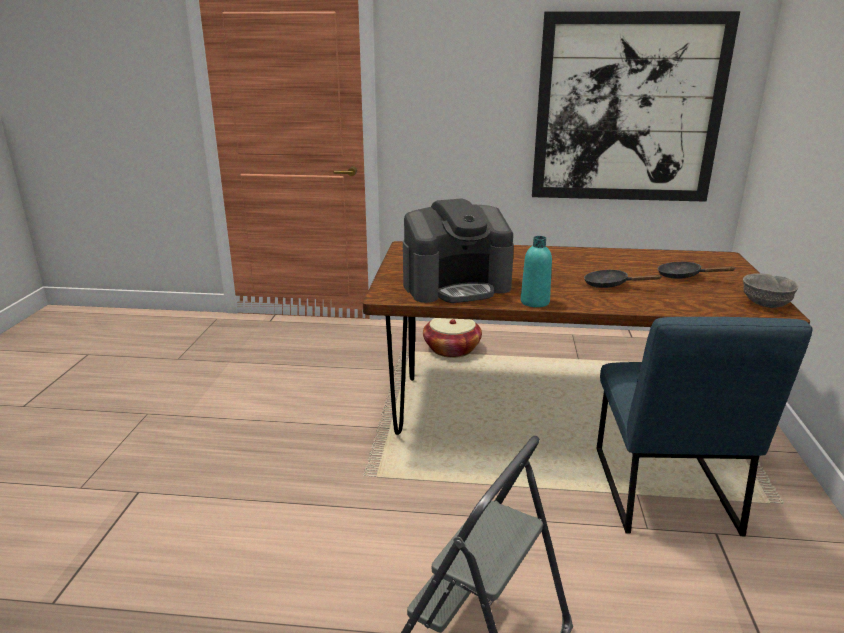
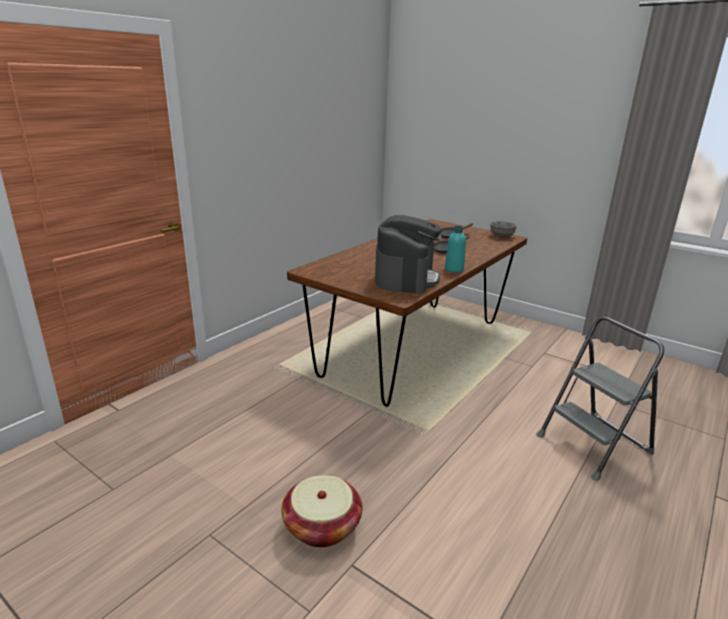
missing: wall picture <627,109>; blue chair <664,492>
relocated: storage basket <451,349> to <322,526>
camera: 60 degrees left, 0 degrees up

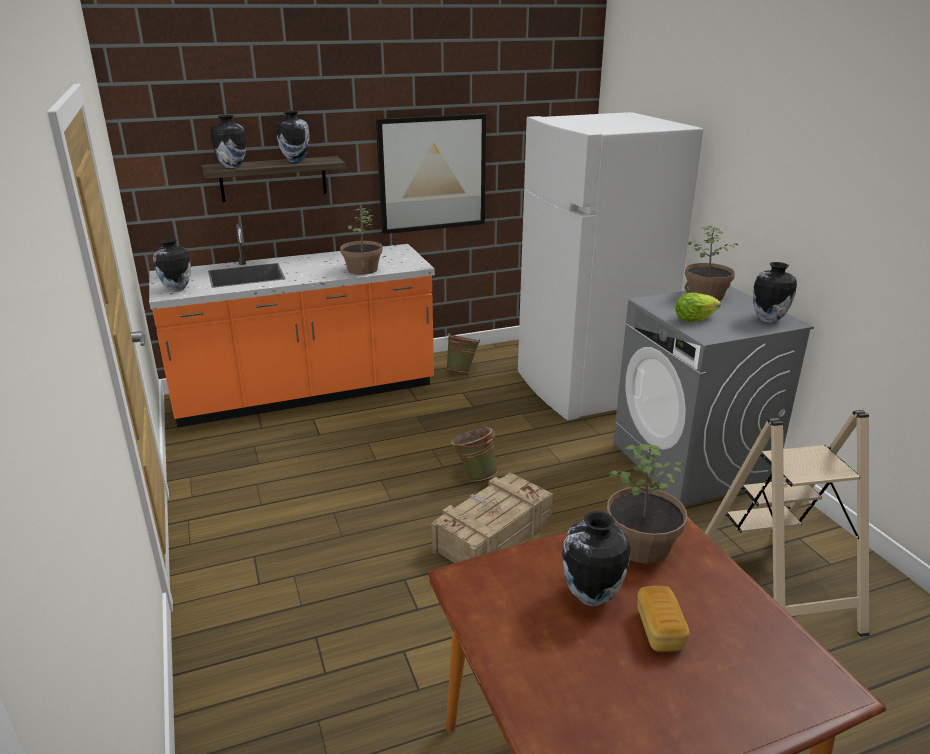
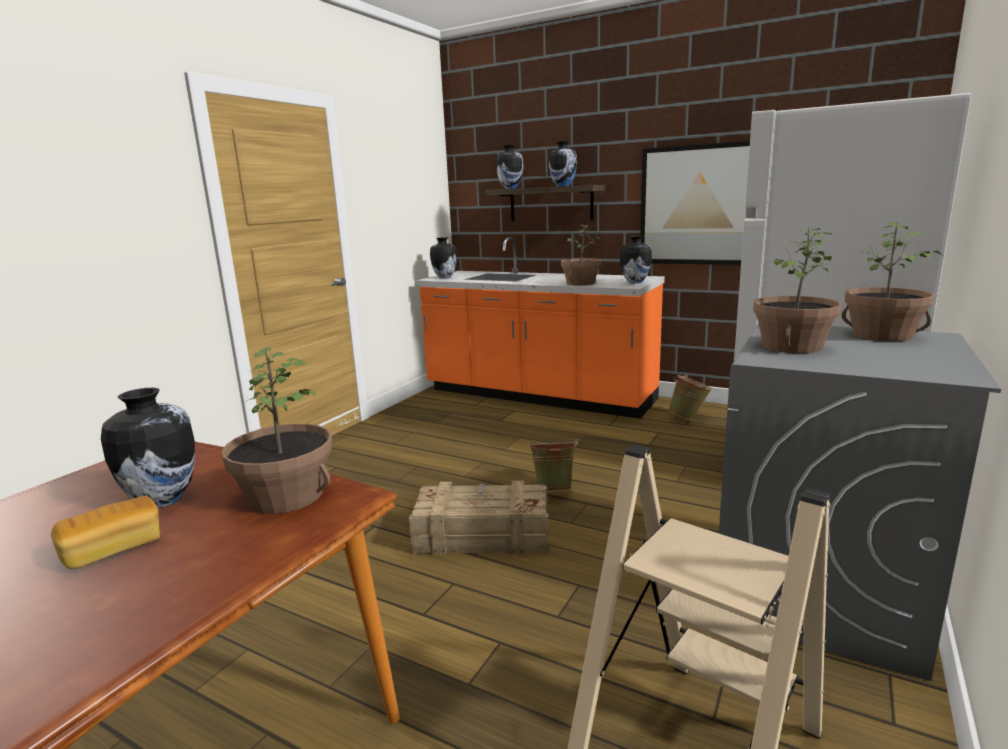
relocated: decorative vase <767,319> to <635,282>
exchanged: head of lettuce <693,319> to houseplant <790,346>
camera: 50 degrees right, 10 degrees down

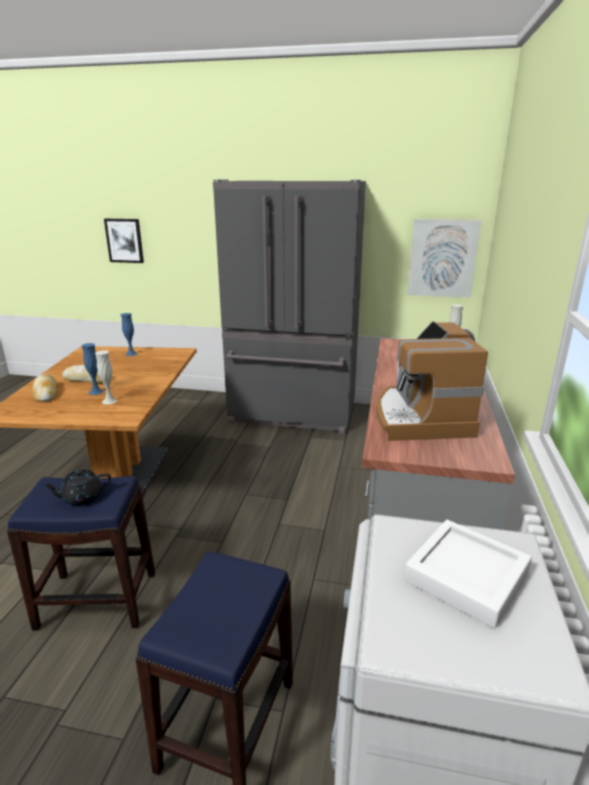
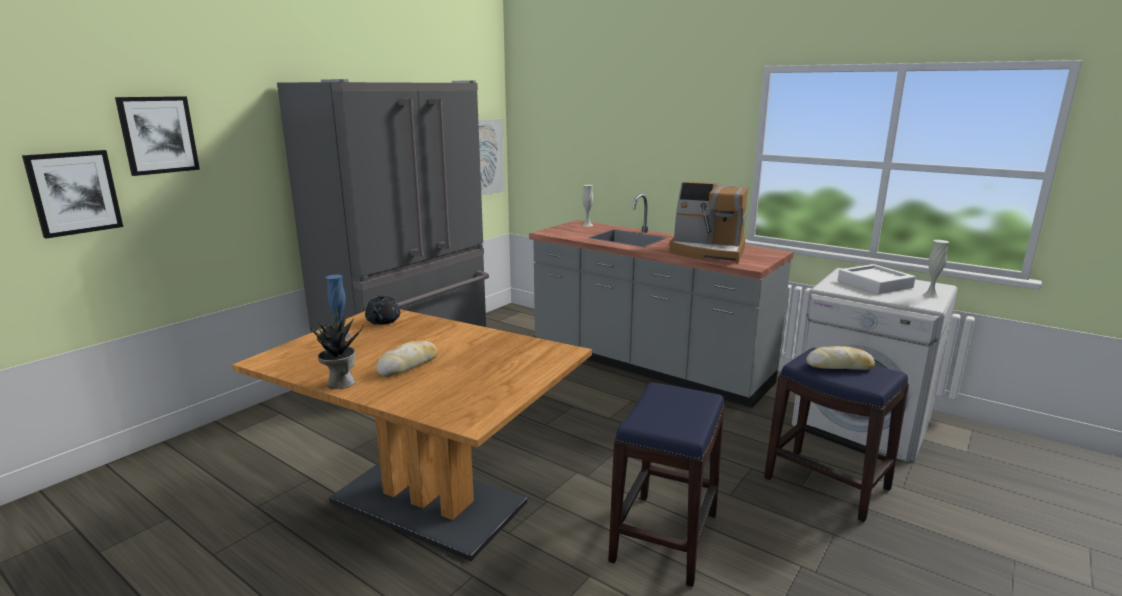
missing: blue decorative vase <96,392>
appeared: wall picture <158,135>; houseplant <339,383>
relocated: whitish decorative vase <109,401> to <930,296>; baked bread <45,392> to <839,366>; black-coloured tea pot <81,497> to <383,321>
camera: 65 degrees left, 5 degrees down

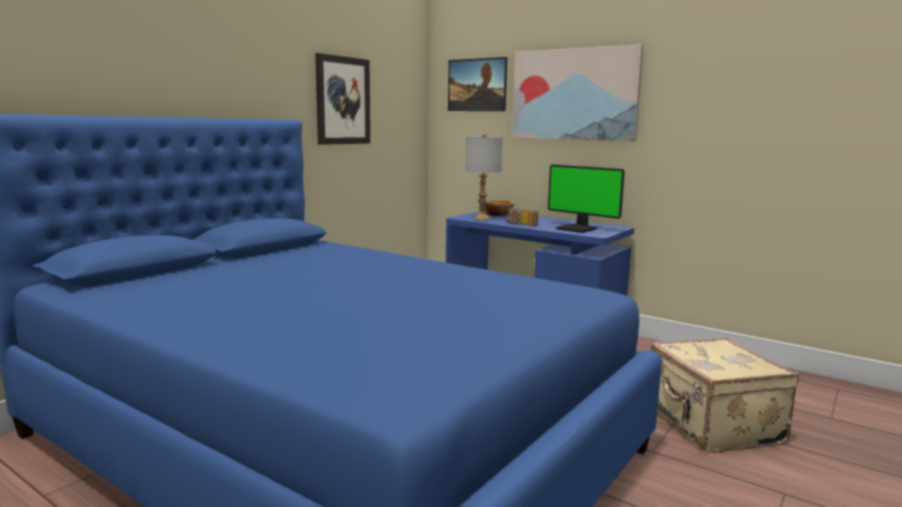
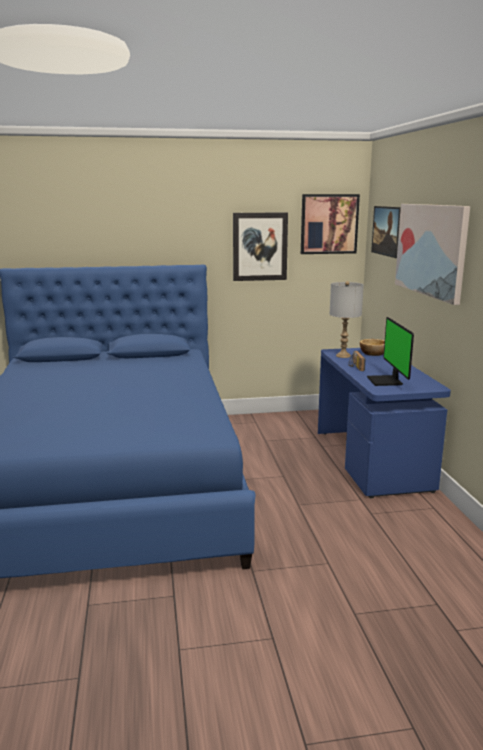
missing: sand-coloured piece of luggage <711,425>
appeared: wall picture <329,224>
camera: 45 degrees right, 5 degrees up

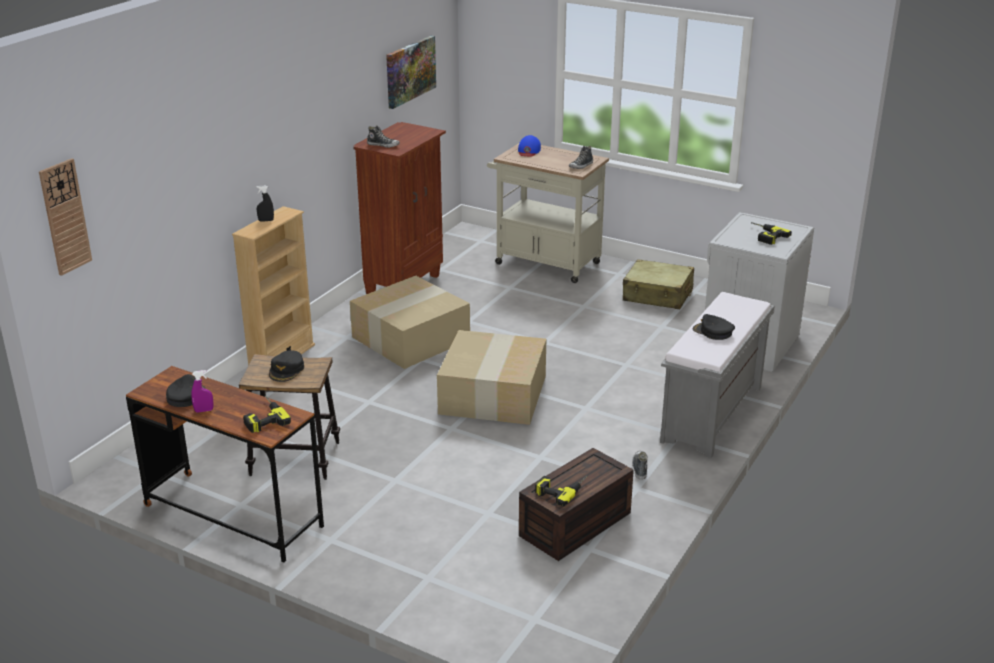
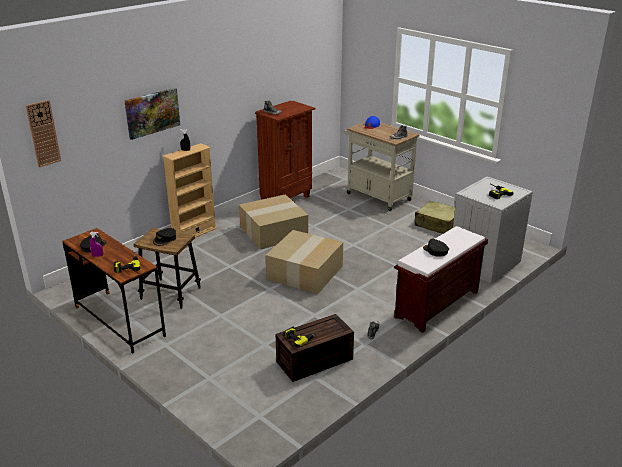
relocated: wall picture <410,71> to <152,112>
colour: greyish bench <712,415> to brown bench <436,305>
camera: 15 degrees right, 0 degrees up

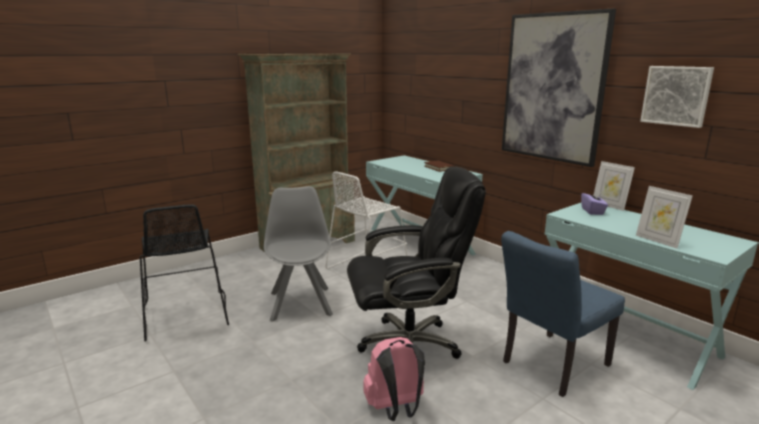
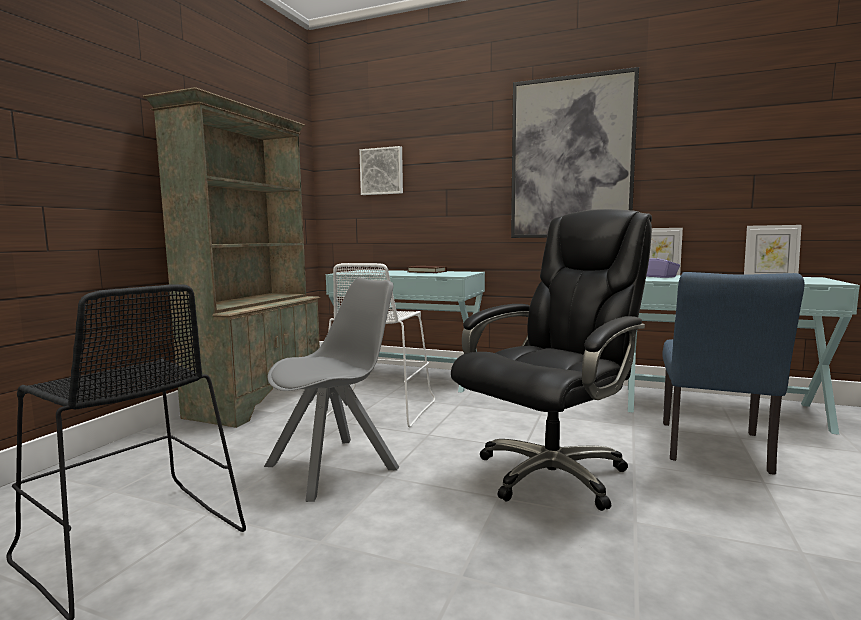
missing: pinkish backpack <395,409>
relocated: wall picture <676,95> to <382,171>
spun: greyish chair <301,302> = <335,466> 90 degrees clockwise
camera: 30 degrees left, 10 degrees down

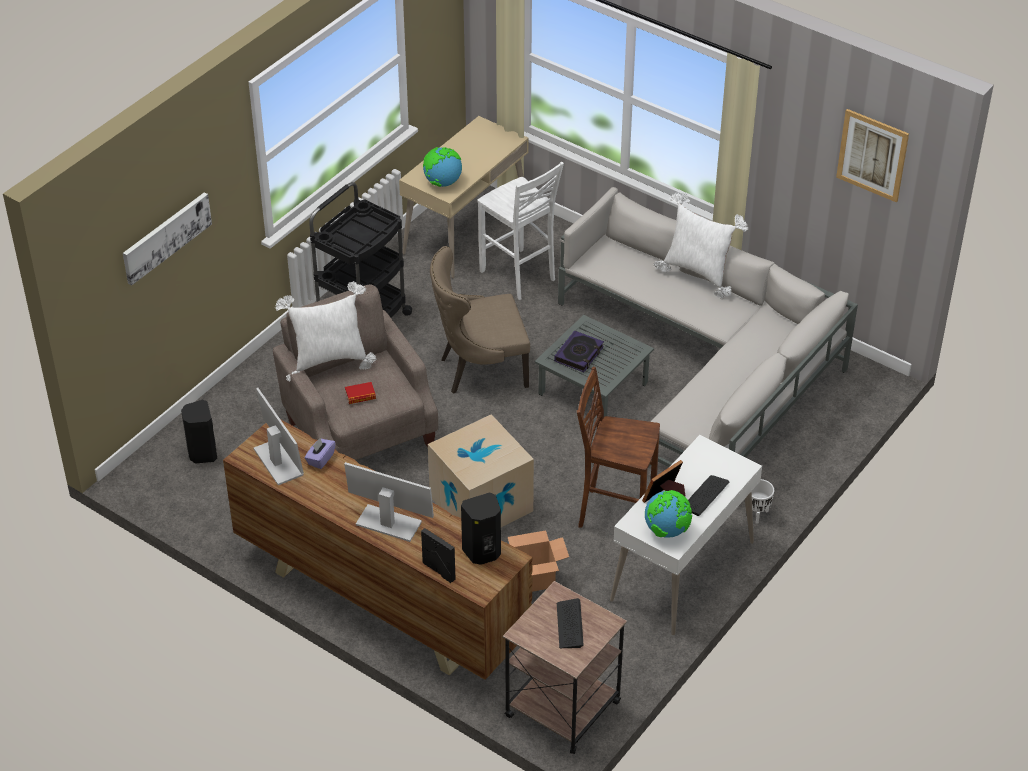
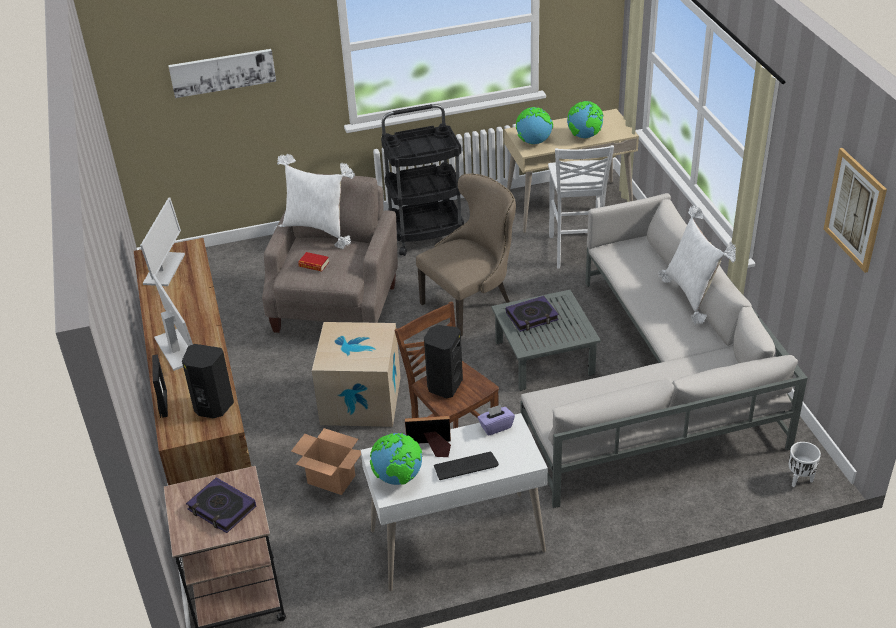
appeared: desk globe <585,136>
relocated: black-coloured speaker <202,453> to <444,385>; purplish box of tissues <320,459> to <496,426>; whitish plant pot <757,514> to <800,479>
exchanged: computer keyboard <569,625> to volume <221,508>
spun: sand-coloured chair <479,370> = <471,304> 120 degrees clockwise
camera: 40 degrees right, 5 degrees down

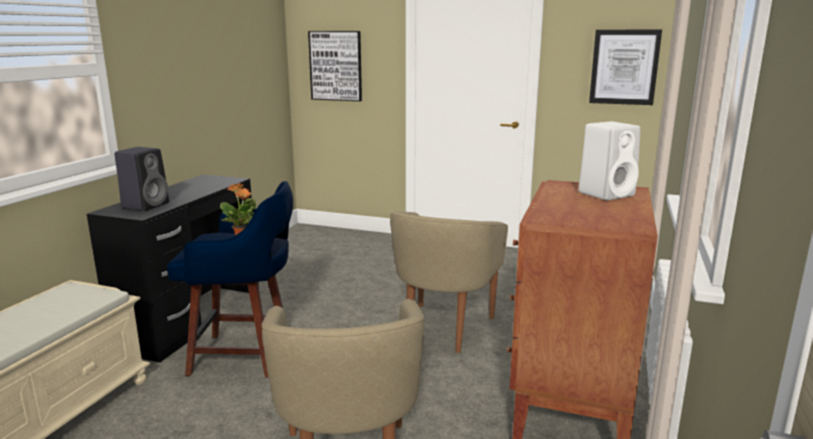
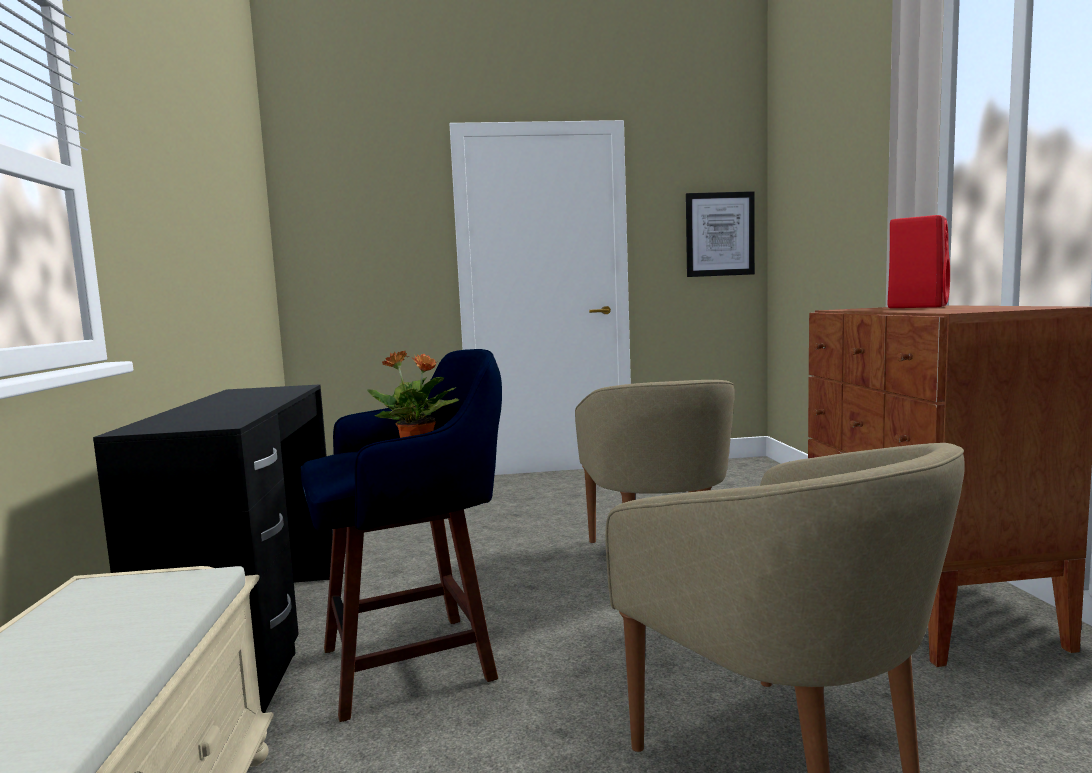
missing: wall picture <336,66>; black-coloured speaker <146,205>
colour: whitish speaker <607,194> to reddish speaker <917,307>
camera: 25 degrees left, 10 degrees down

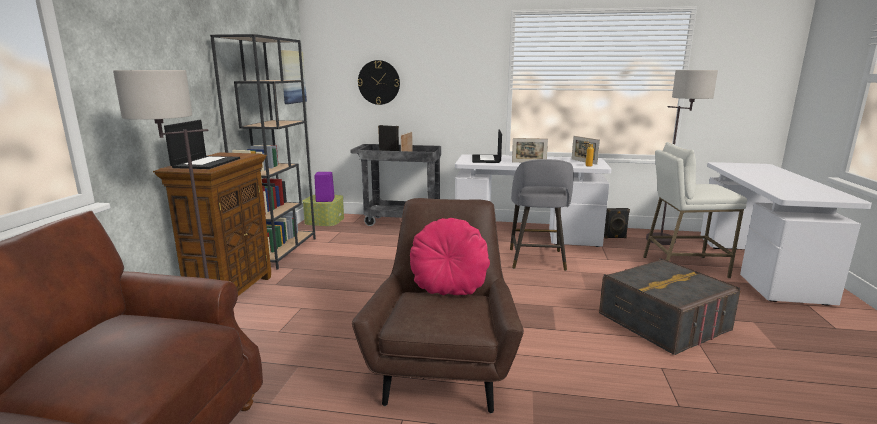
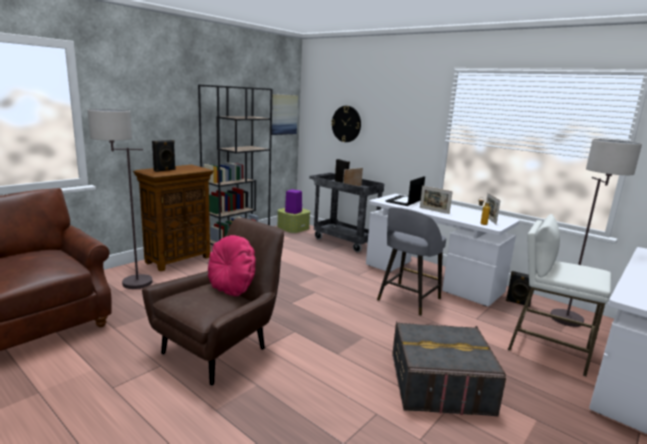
exchanged: portable computer <206,163> to black-coloured speaker <165,170>
camera: 30 degrees right, 0 degrees up

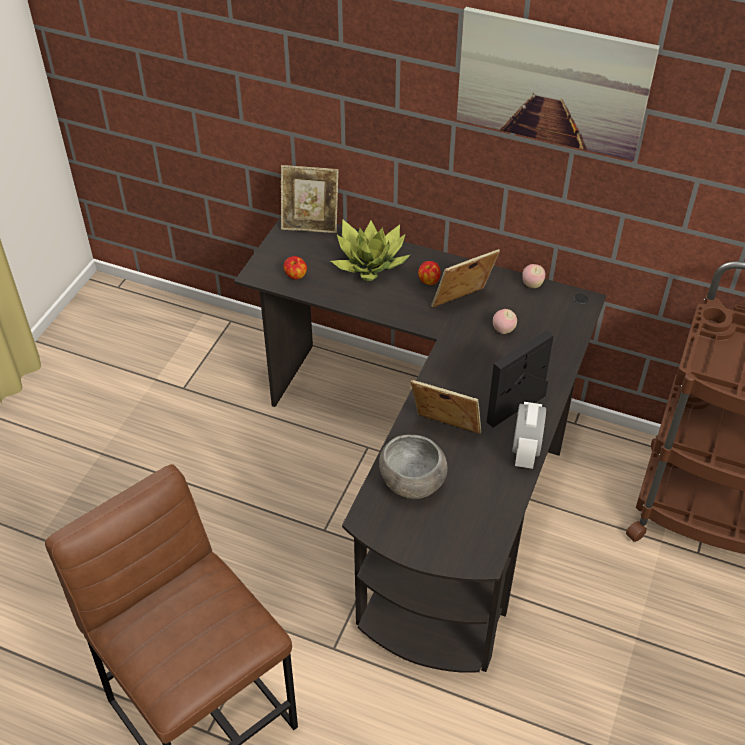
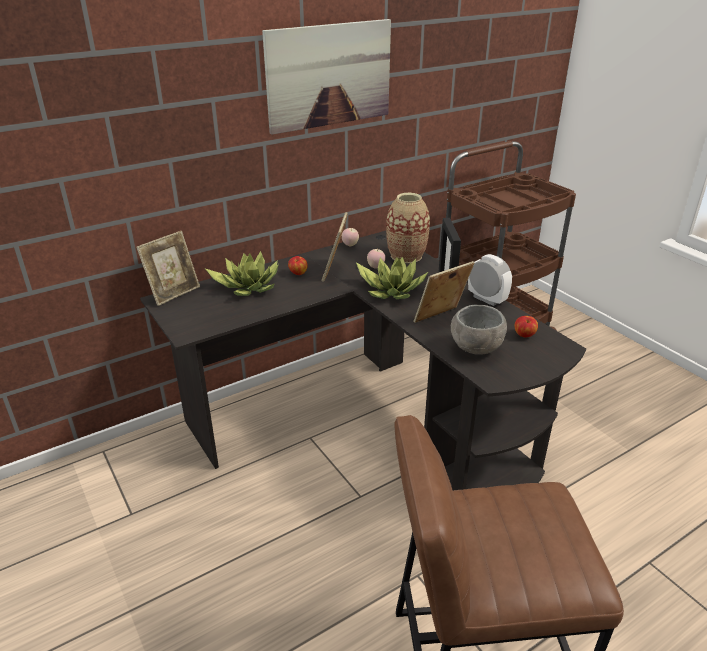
appeared: decorative vase <406,256>; houseplant <391,290>
relocated: apple <295,276> to <524,335>
camera: 55 degrees left, 15 degrees down

